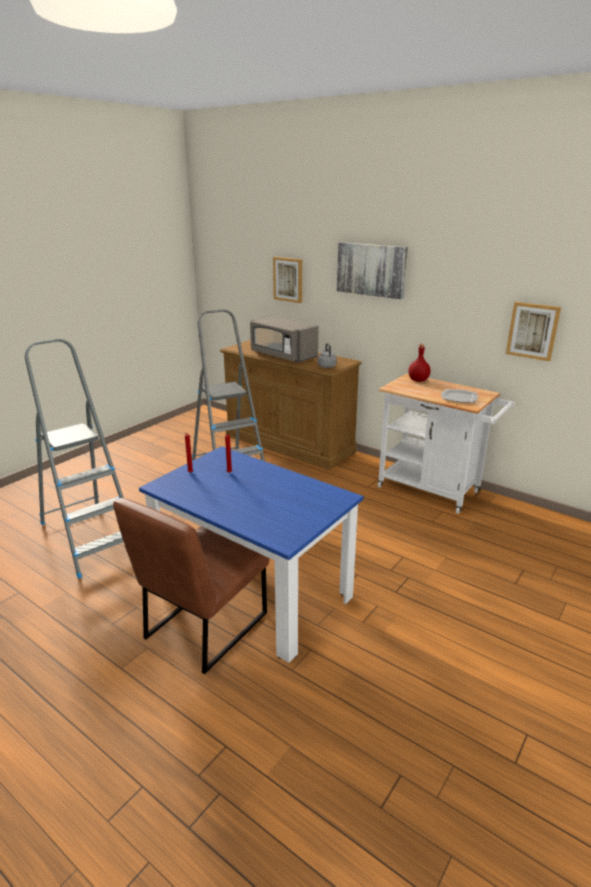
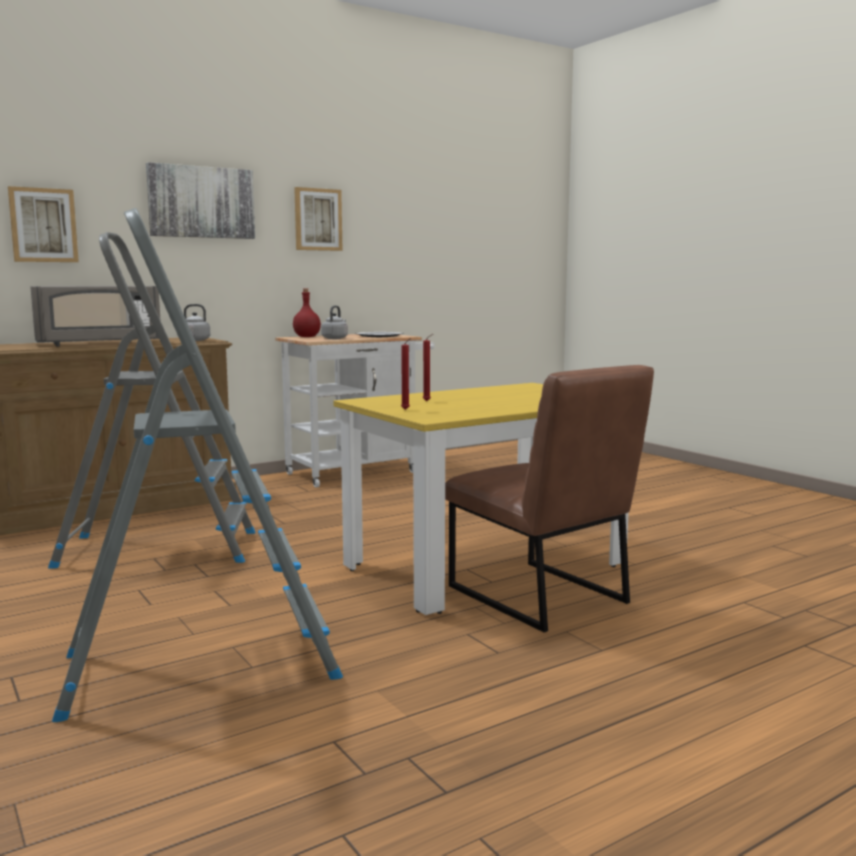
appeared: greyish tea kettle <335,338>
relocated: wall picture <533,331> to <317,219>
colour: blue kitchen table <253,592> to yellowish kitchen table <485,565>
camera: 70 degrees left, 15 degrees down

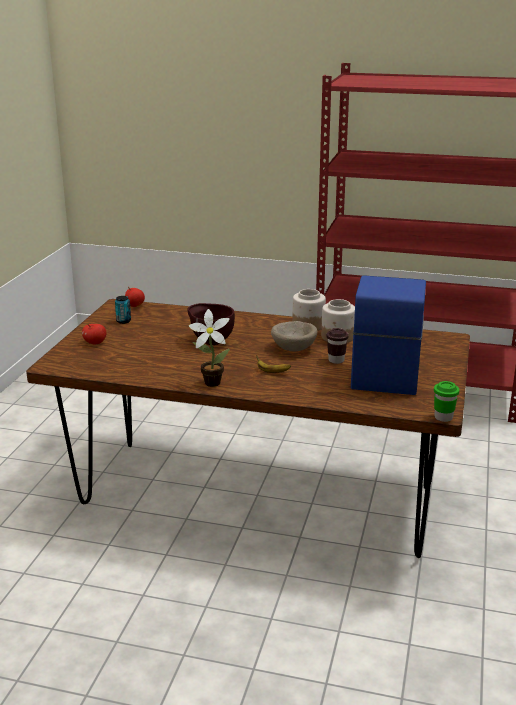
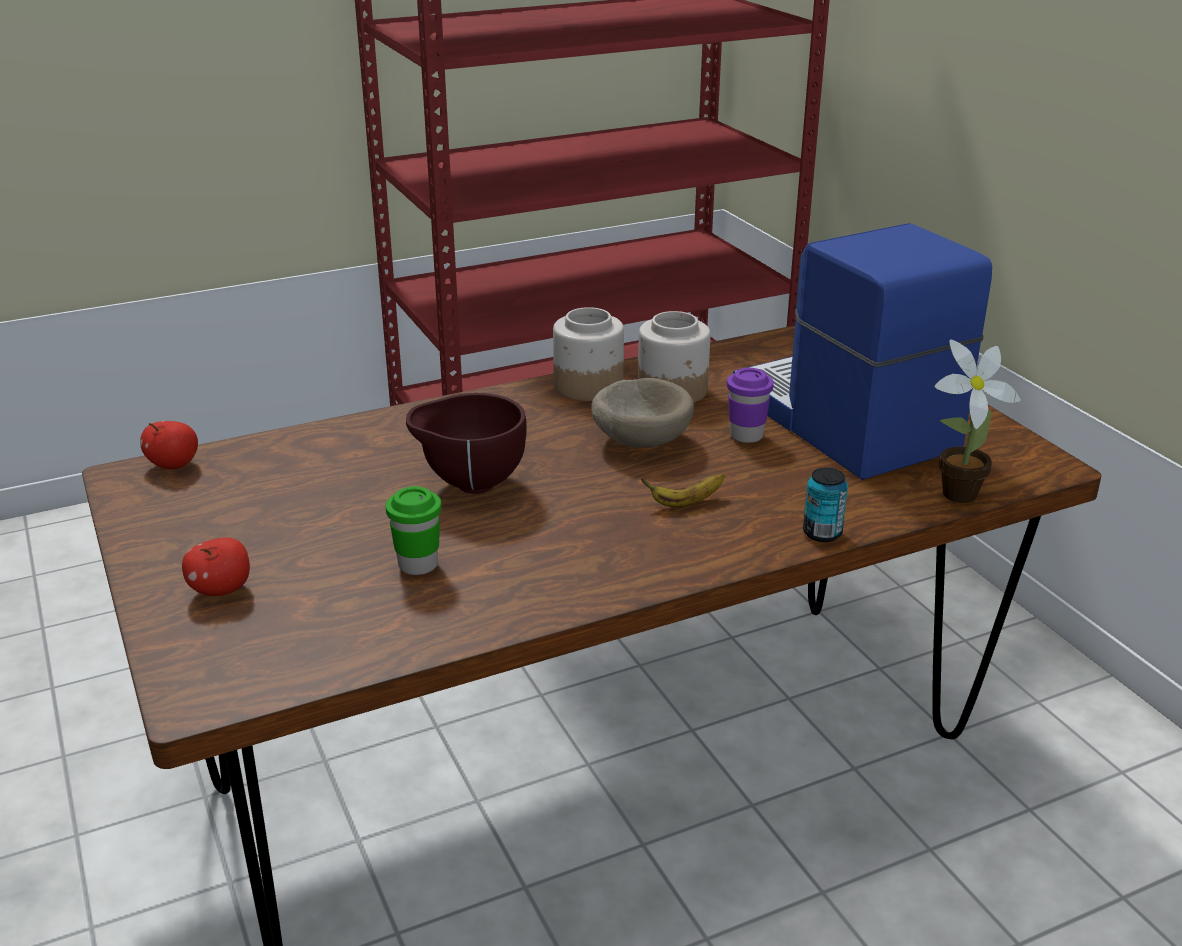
relocated: metal can <123,321> to <822,533>; houseplant <210,382> to <953,495>; green small cup <443,417> to <418,565>
colour: brown small cup <336,360> to purplish small cup <746,436>
camera: 40 degrees left, 5 degrees up

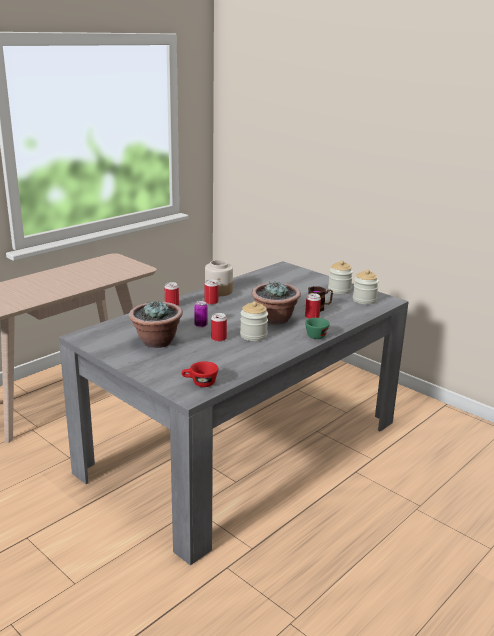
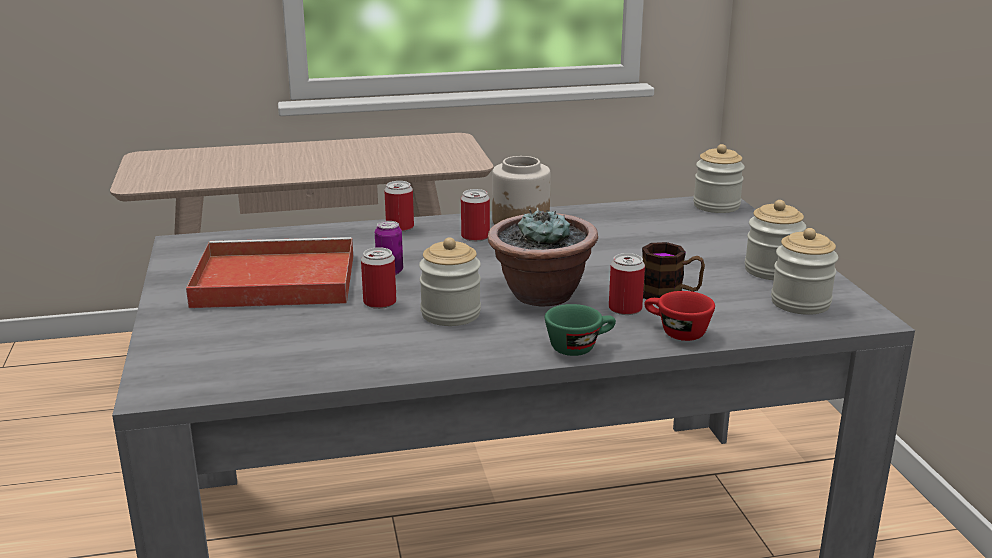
appeared: storage jar <716,206>
relocated: reddish small cup <200,383> to <676,332>
exchanged: houseplant <156,342> to reddish tray <271,281>
camera: 35 degrees right, 0 degrees up

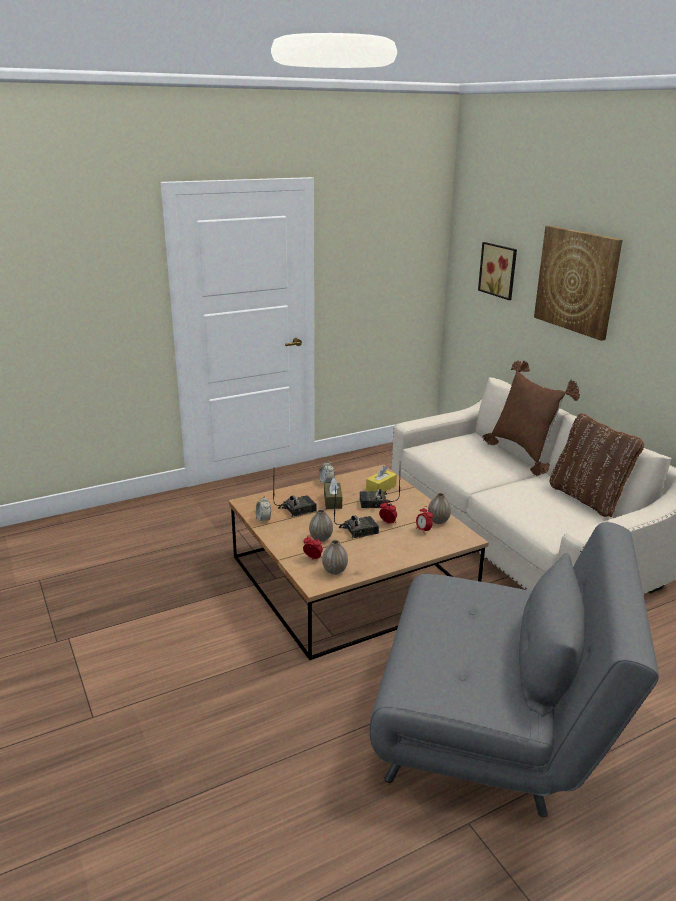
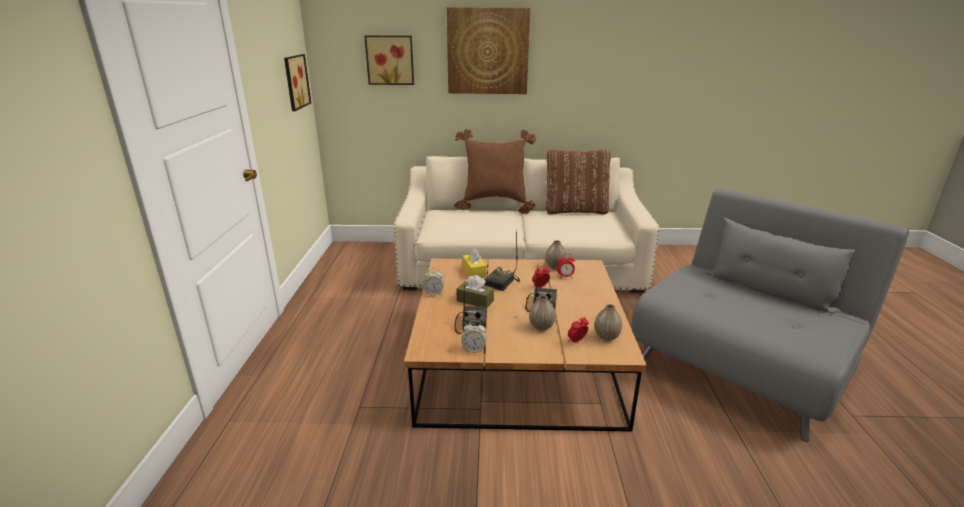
appeared: wall picture <294,82>
camera: 60 degrees left, 0 degrees up

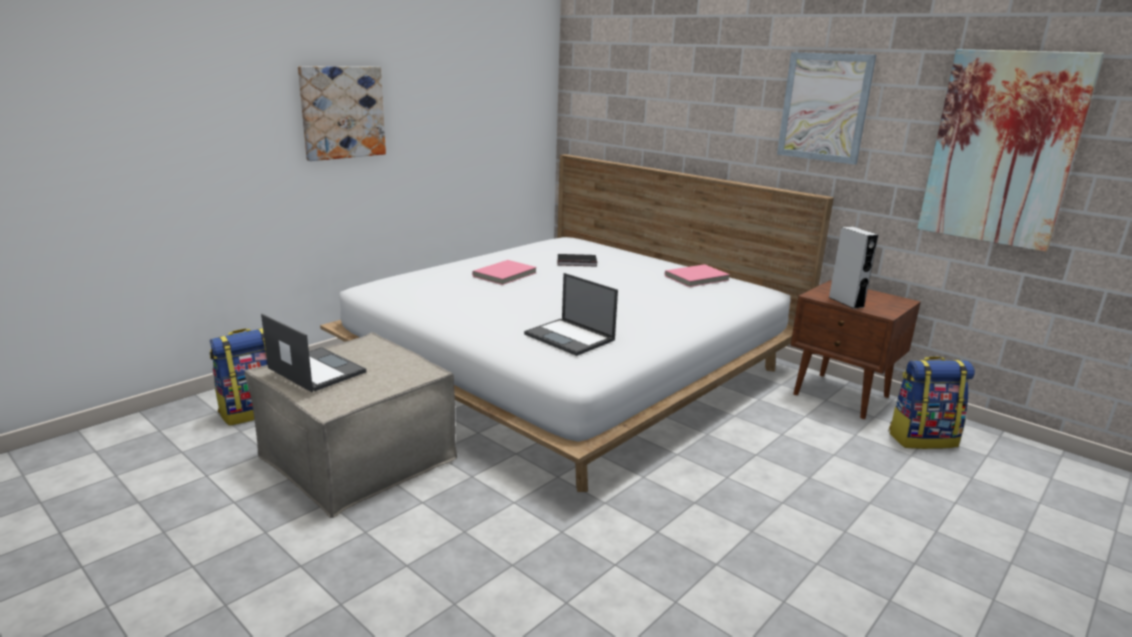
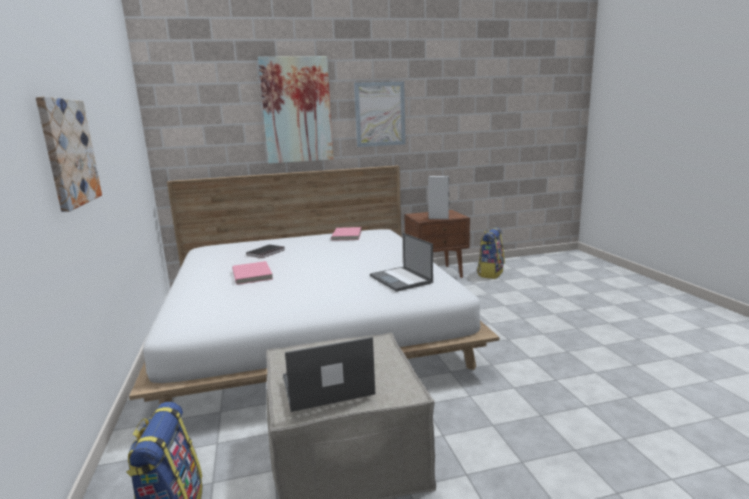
relocated: wall picture <1002,149> to <297,110>
spun: portable computer <570,337> = <401,279> 75 degrees clockwise
camera: 55 degrees left, 5 degrees down

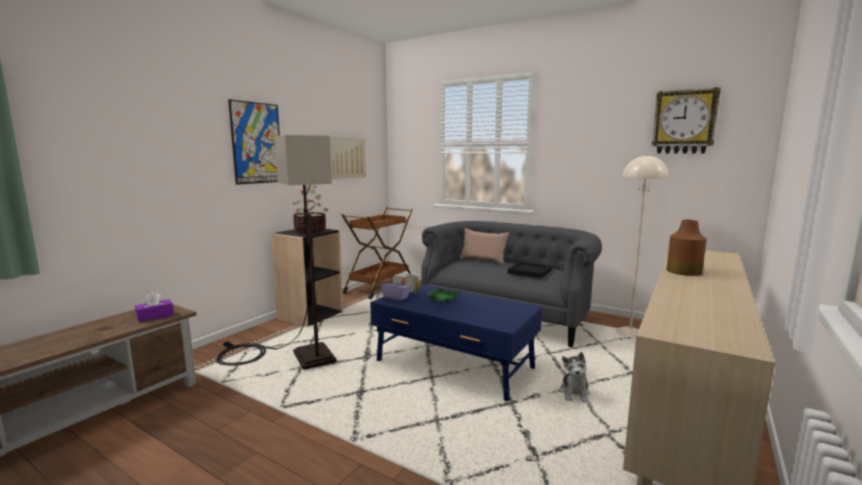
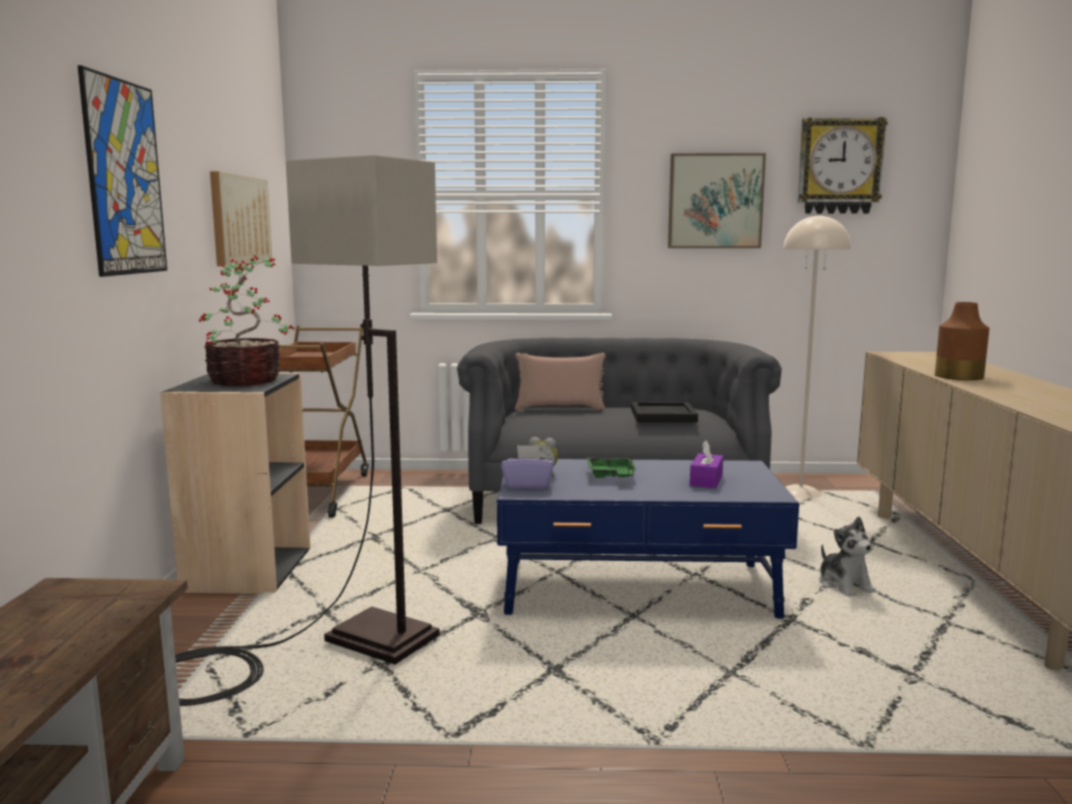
appeared: wall picture <715,201>
relocated: purplish box of tissues <155,316> to <706,480>
camera: 30 degrees left, 0 degrees up

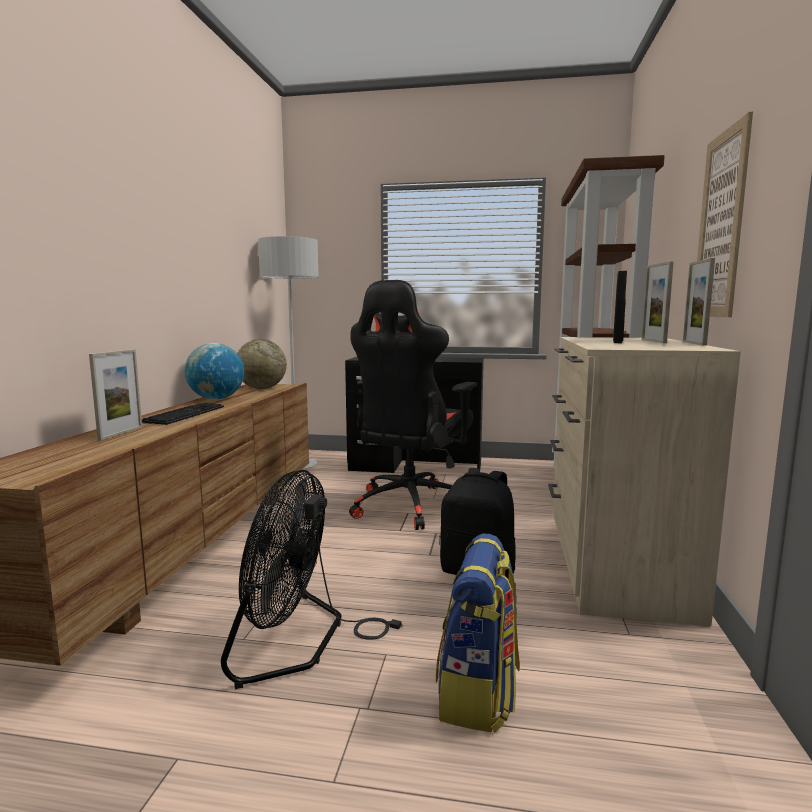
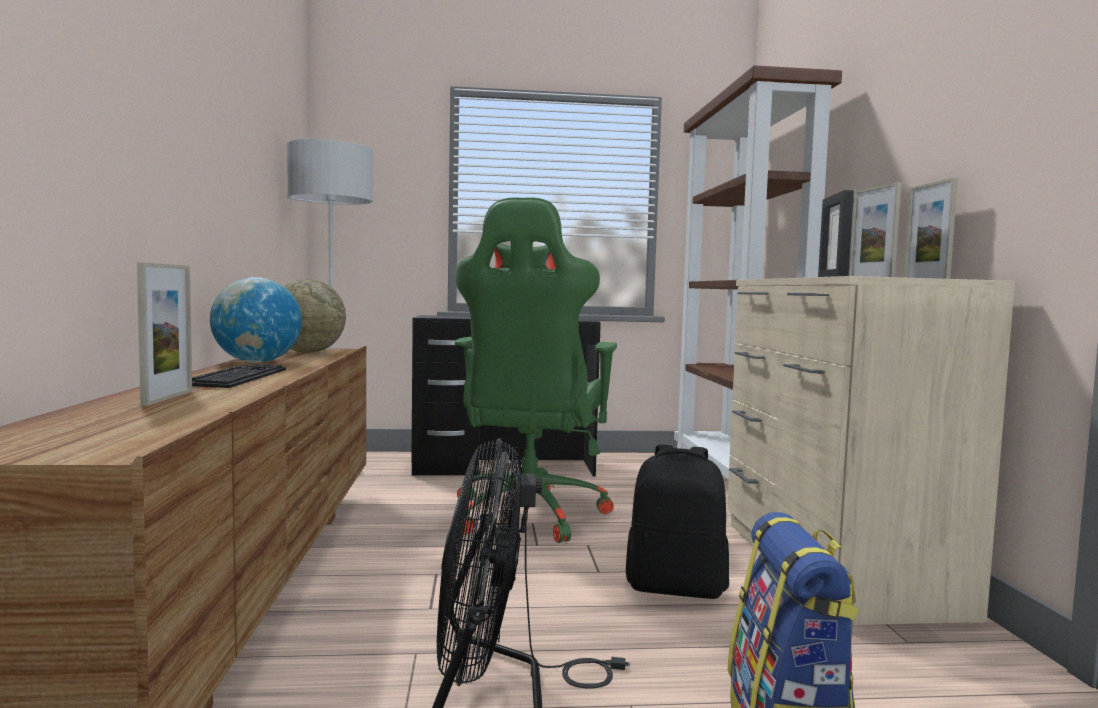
missing: wall picture <720,225>
colour: black-coloured desk chair <414,503> to green desk chair <531,510>
camera: 15 degrees left, 5 degrees down

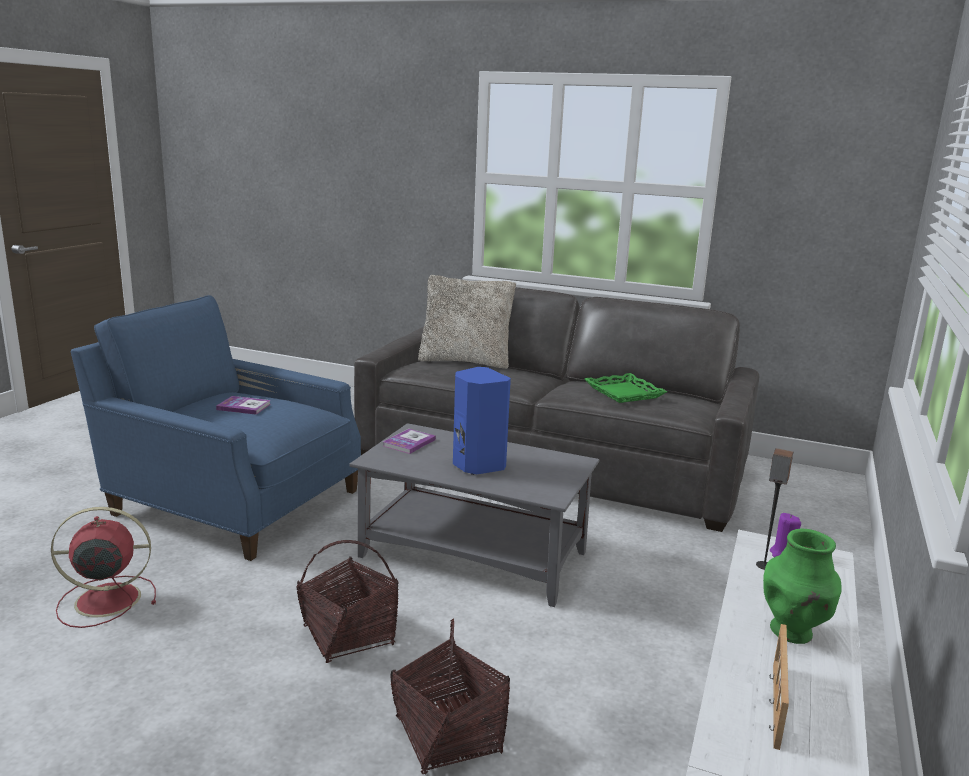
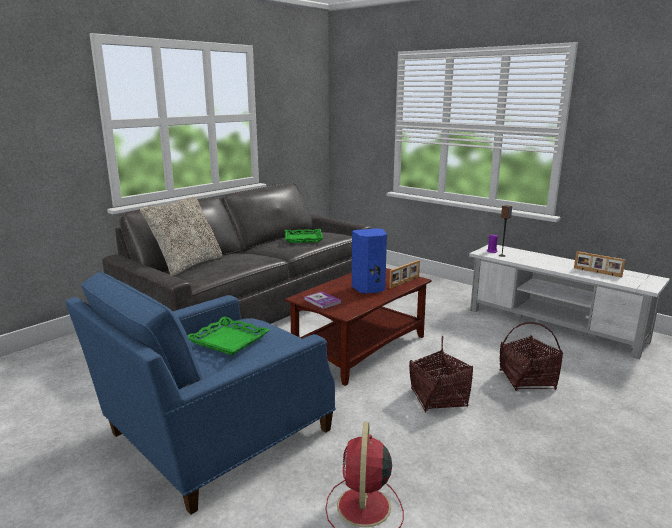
missing: green decorative vase <792,632>
appeared: standing frame <405,282>
exchanged: volume <244,407> to green tray <228,341>
colour: greyish lounge table <475,554> to brown lounge table <360,348>
camera: 70 degrees left, 0 degrees up

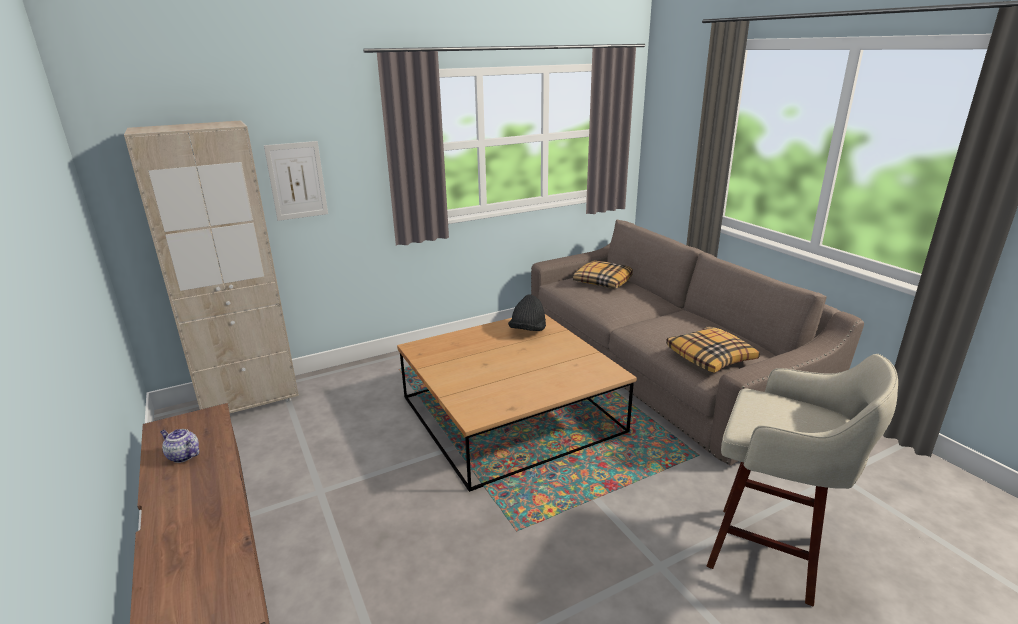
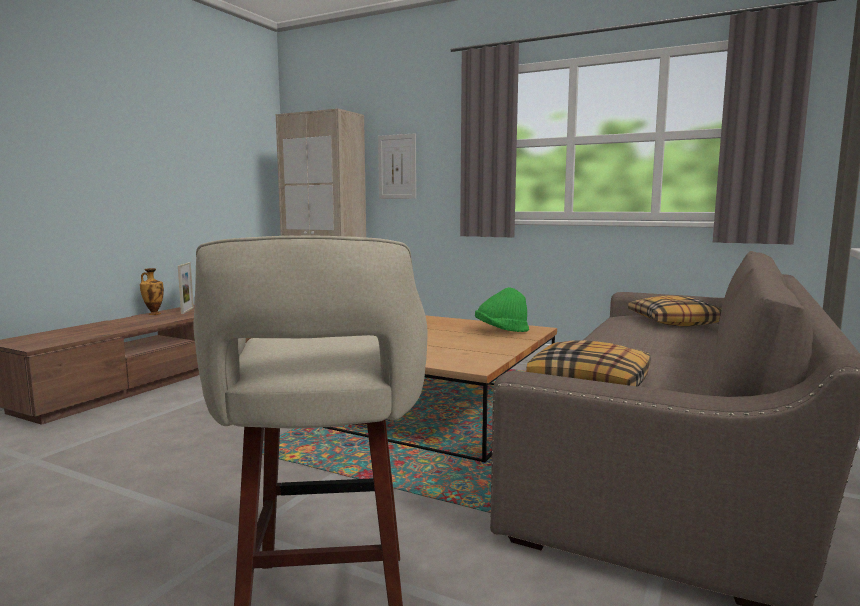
appeared: decorative vase <153,314>
exchanged: tea pot <183,456> to standing frame <187,311>
colour: black-coloured hat <528,331> to green hat <501,331>
camera: 55 degrees right, 15 degrees down

